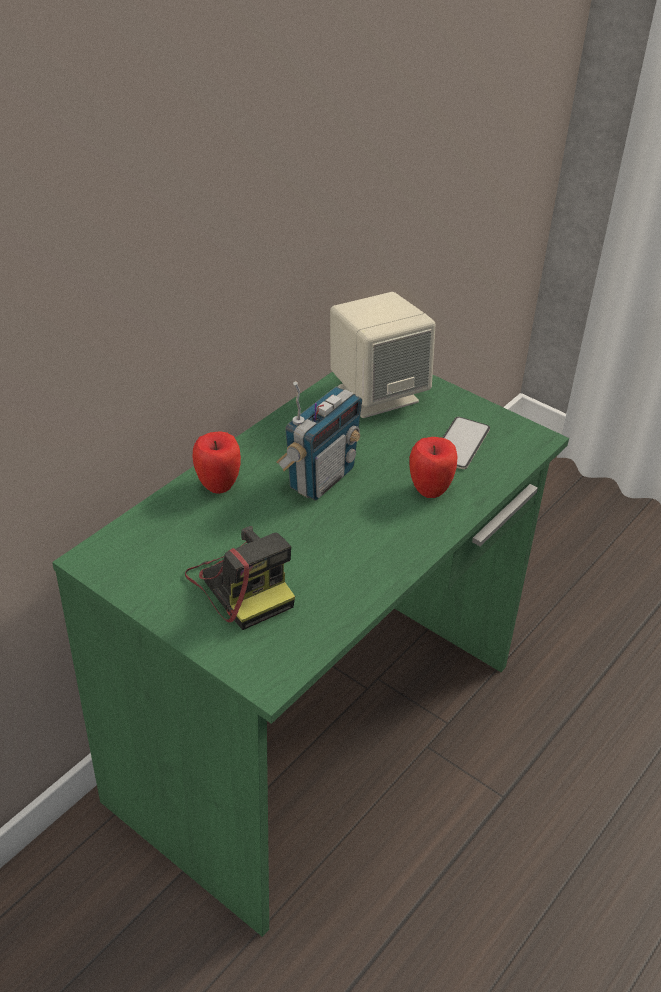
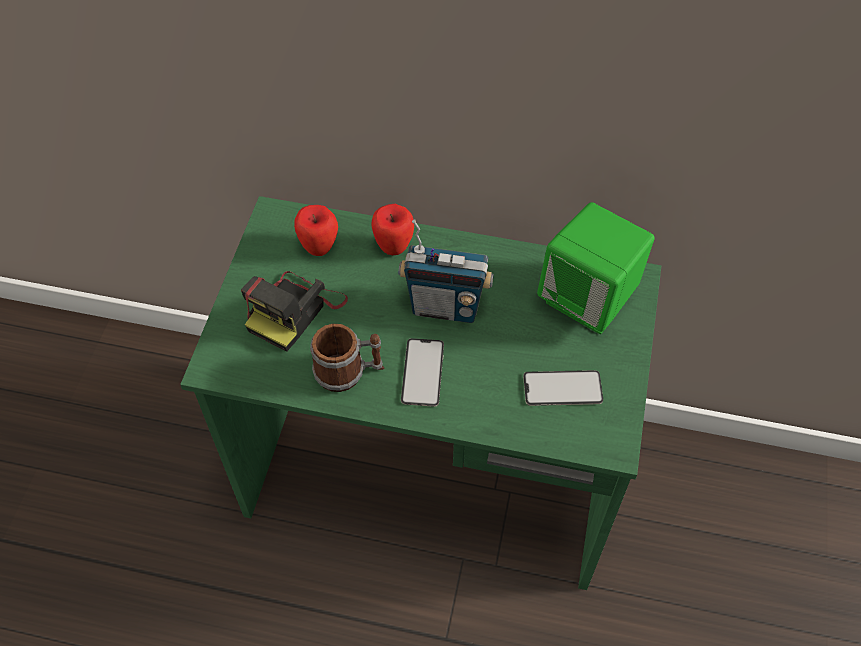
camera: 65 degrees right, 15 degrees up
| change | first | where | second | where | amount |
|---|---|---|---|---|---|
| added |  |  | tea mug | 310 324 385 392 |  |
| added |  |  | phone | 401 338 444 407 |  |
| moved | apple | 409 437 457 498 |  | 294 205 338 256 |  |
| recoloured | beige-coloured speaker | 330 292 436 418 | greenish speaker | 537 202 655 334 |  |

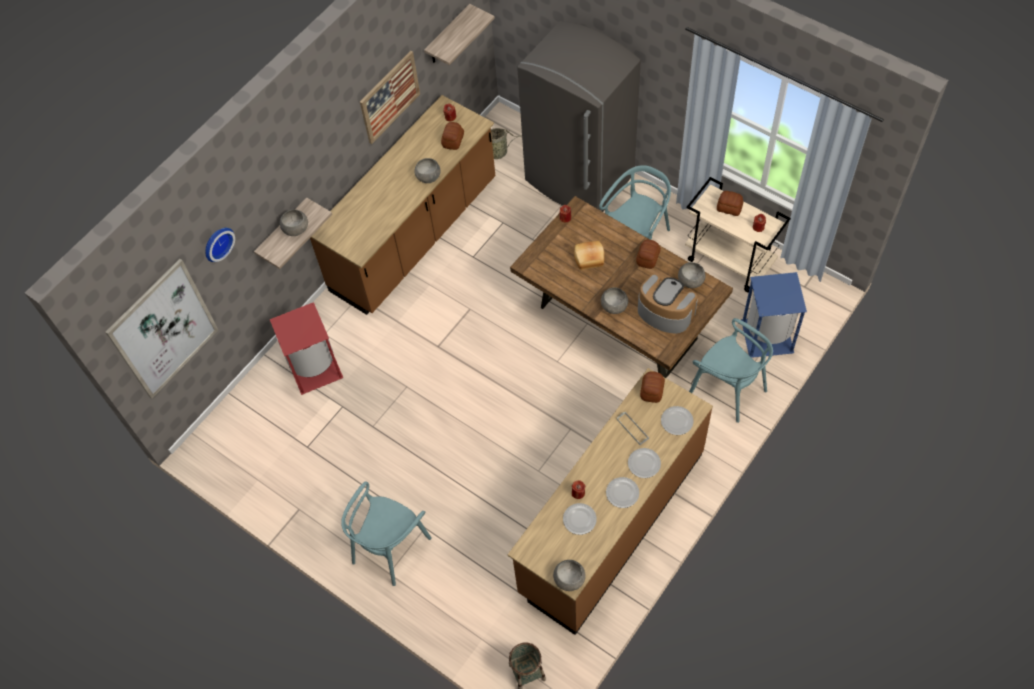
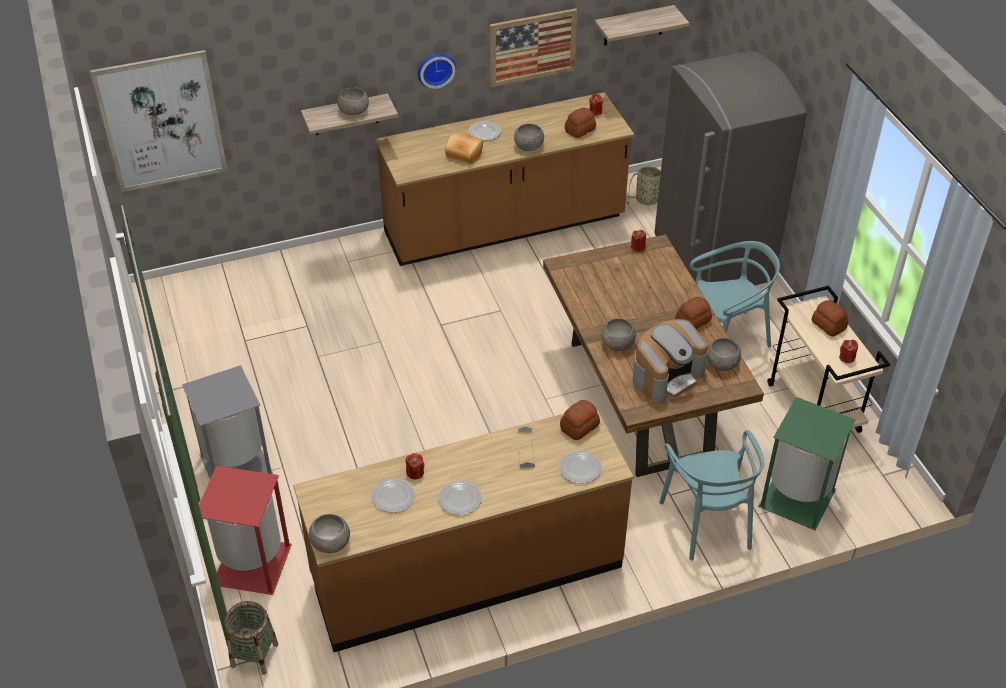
camera: 30 degrees right, 15 degrees down
| change | first | where | second | where | amount |
|---|---|---|---|---|---|
| moved | hanging clock | 206 228 235 262 |  | 418 53 456 89 |  |
| moved | reddish waste bin | 270 302 343 395 |  | 199 466 292 595 |  |
| moved | bread | 574 241 605 270 |  | 445 133 483 164 |  |
| moved | flat dish | 628 448 661 478 |  | 469 121 501 141 |  |
| replaced | blue-green plain chair | 341 481 432 586 | greyish waste bin | 182 365 273 479 |  |
| recoloured | bluish waste bin | 741 272 807 358 | greenish waste bin | 758 397 856 531 |  |
| turned | coffee maker | 638 274 698 334 |  | 632 319 708 403 | 75 degrees clockwise |

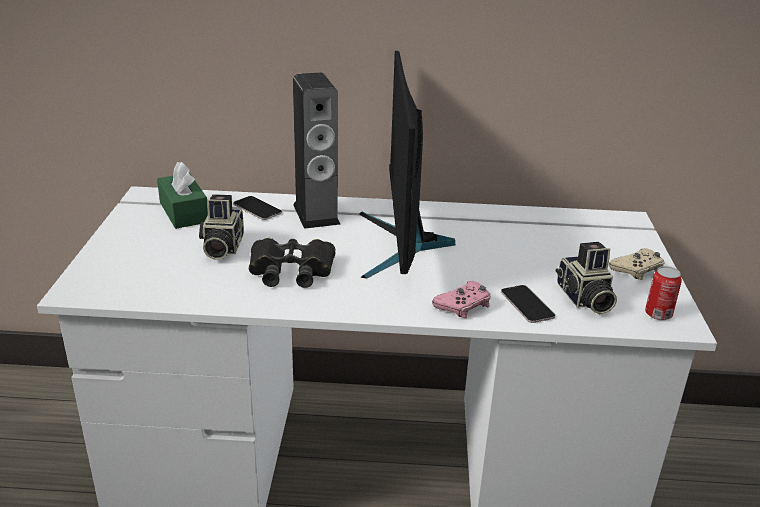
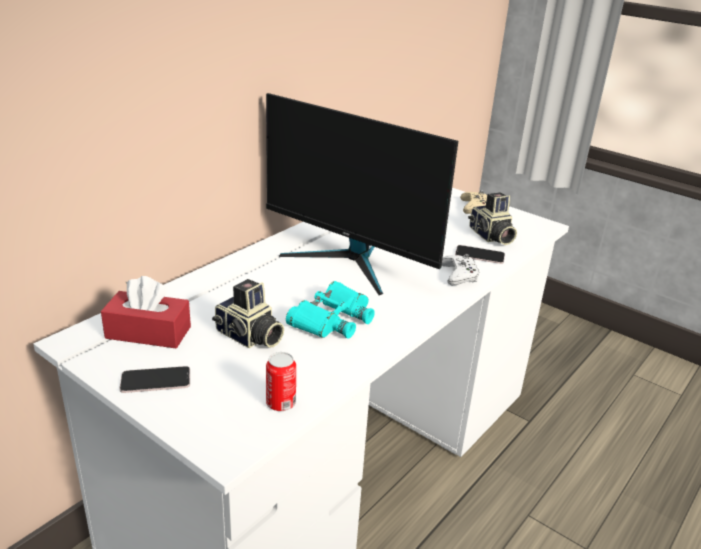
camera: 55 degrees left, 0 degrees up
| change | first | where | second | where | amount |
|---|---|---|---|---|---|
| removed | speaker | 293 73 341 229 |  |  |  |
| moved | phone | 233 196 282 220 |  | 120 366 190 393 |  |
| moved | metal can | 645 266 682 320 |  | 266 352 296 411 |  |
| recoloured | greenish tissue holder | 157 162 208 229 | reddish tissue holder | 101 276 191 348 |  |
| recoloured | black-coloured binoculars | 249 238 335 288 | blue-green binoculars | 286 281 375 339 |  |
| recoloured | pink game controller | 432 281 491 318 | white game controller | 442 254 479 285 |  |
| turned | photo camera | 555 242 617 314 |  | 468 192 517 245 | 45 degrees clockwise |

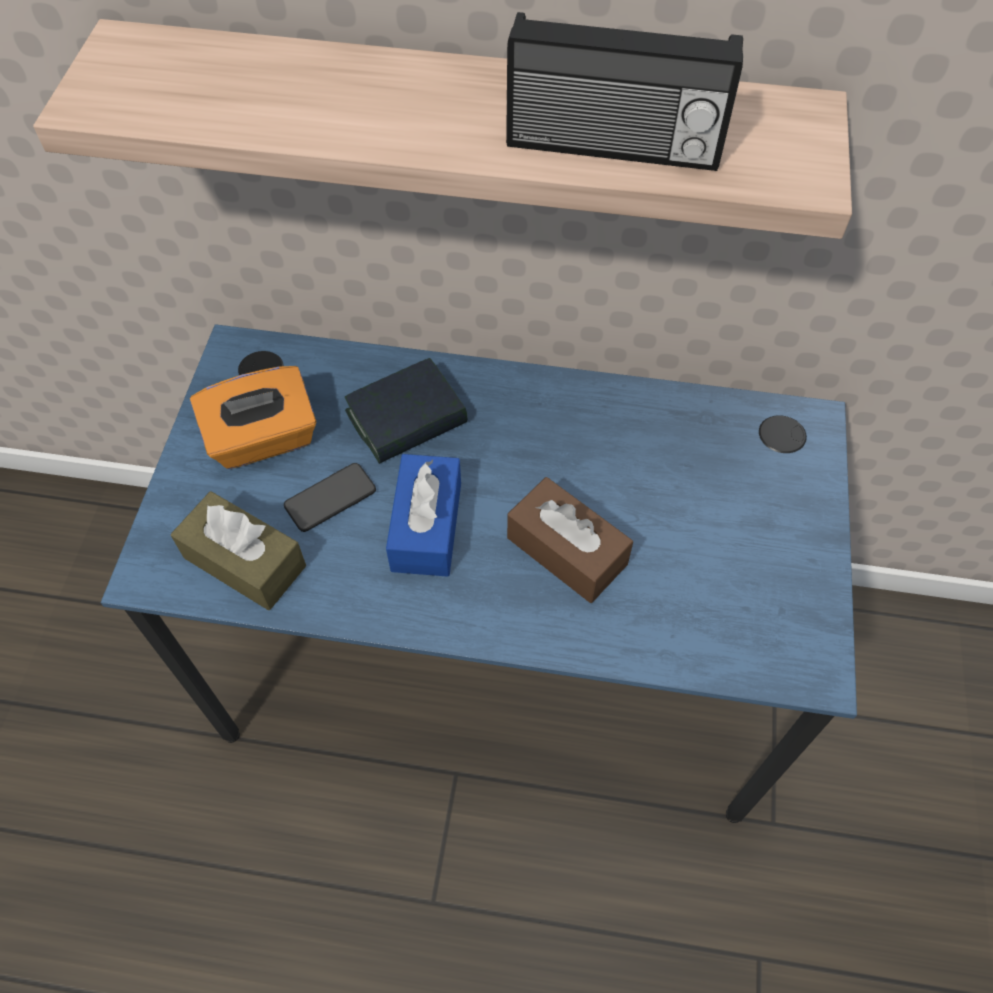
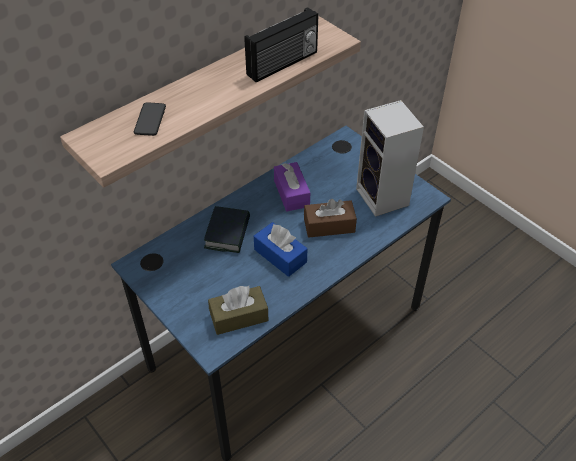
camera: 50 degrees left, 10 degrees down
| change | first | where | second | where | amount |
|---|---|---|---|---|---|
| removed | orangey tissue holder | 190 366 316 469 |  |  |  |
| added |  |  | purple tissue holder | 274 162 310 212 |  |
| added |  |  | speaker | 356 100 424 217 |  |
| moved | phone | 284 463 376 532 |  | 134 102 166 136 |  |

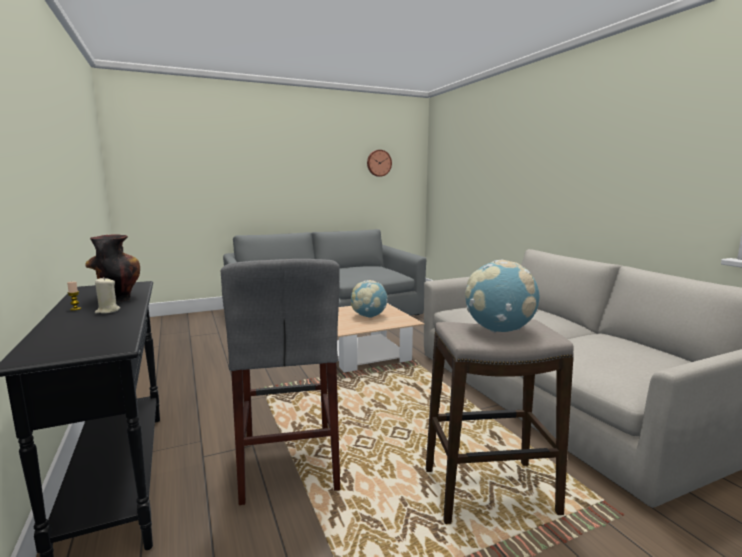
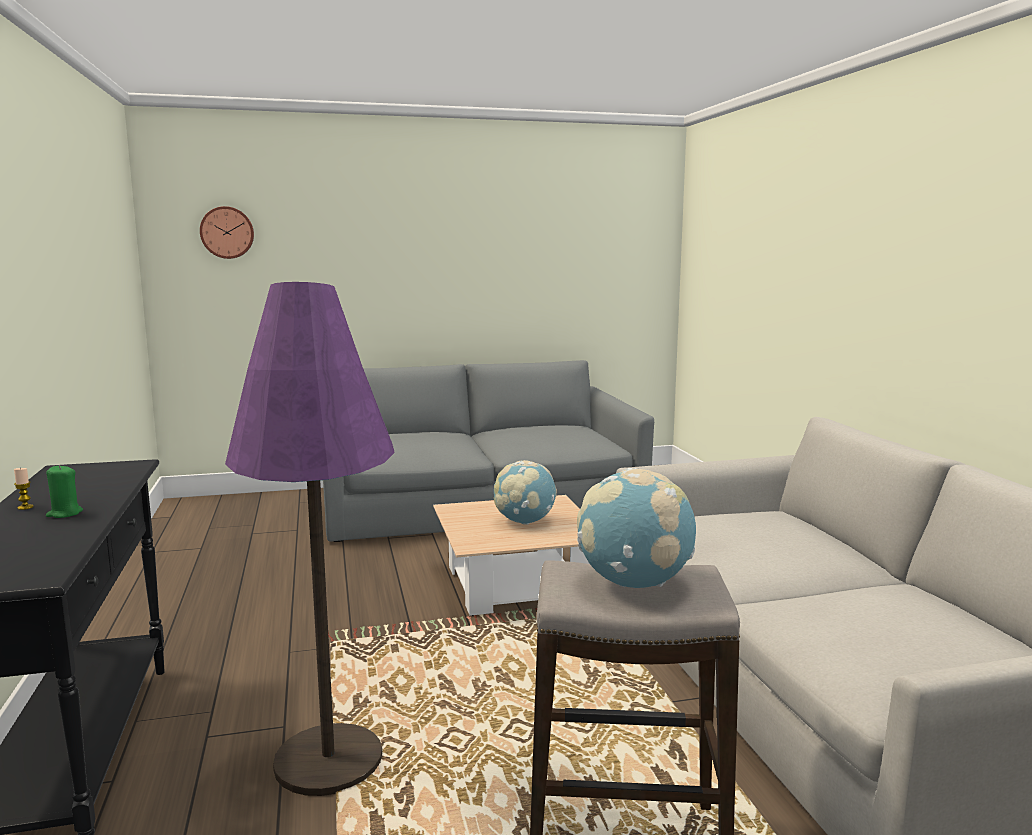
camera: 10 degrees right, 0 degrees up
| change | first | where | second | where | amount |
|---|---|---|---|---|---|
| removed | vase | 85 234 140 302 |  |  |  |
| moved | hanging clock | 367 150 392 177 |  | 200 206 254 259 |  |
| replaced | greyish stool seat | 221 259 340 505 | purple floor lamp | 225 282 395 796 |  |
| recoloured | beige-coloured candle | 95 277 120 314 | greenish candle | 46 465 83 518 |  |

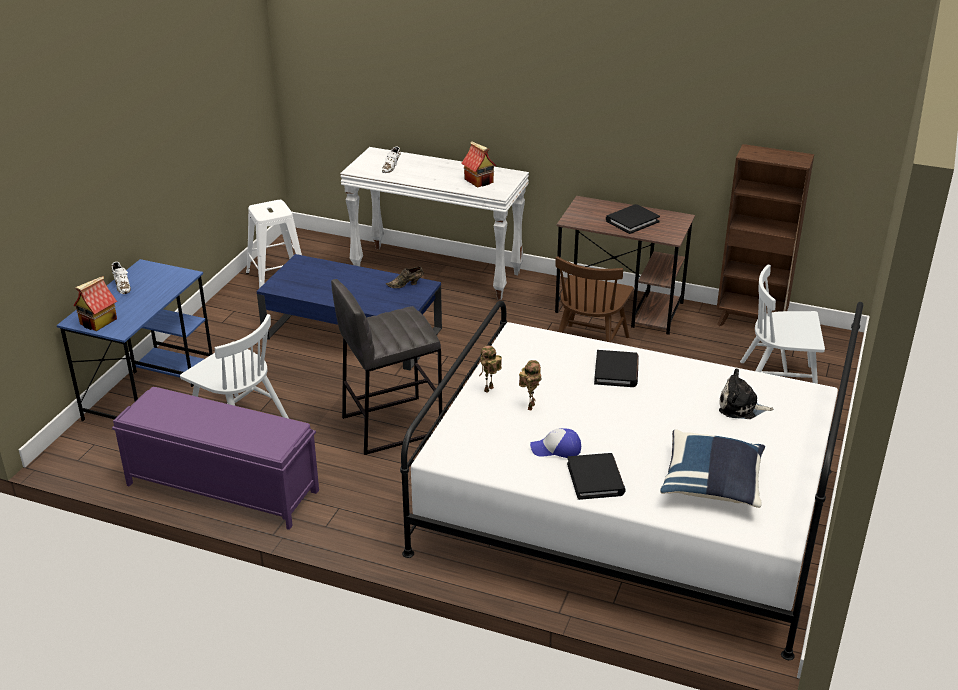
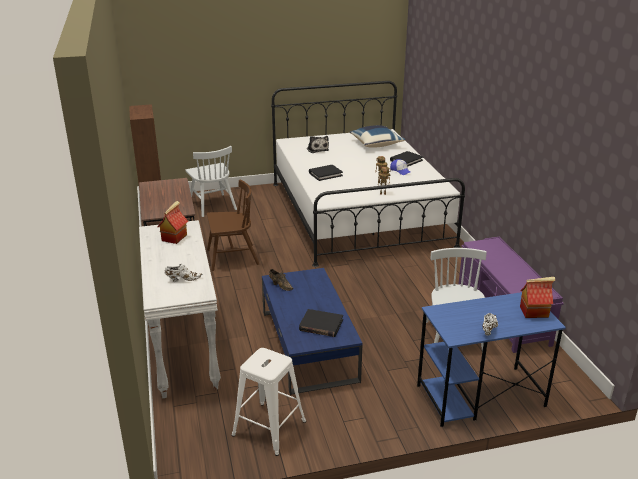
camera: 125 degrees left, 5 degrees down
| change | first | where | second | where | amount |
|---|---|---|---|---|---|
| removed | greyish stool seat | 331 279 443 455 |  |  |  |
| moved | black-coloured bound book | 606 204 660 234 |  | 299 309 343 337 |  |

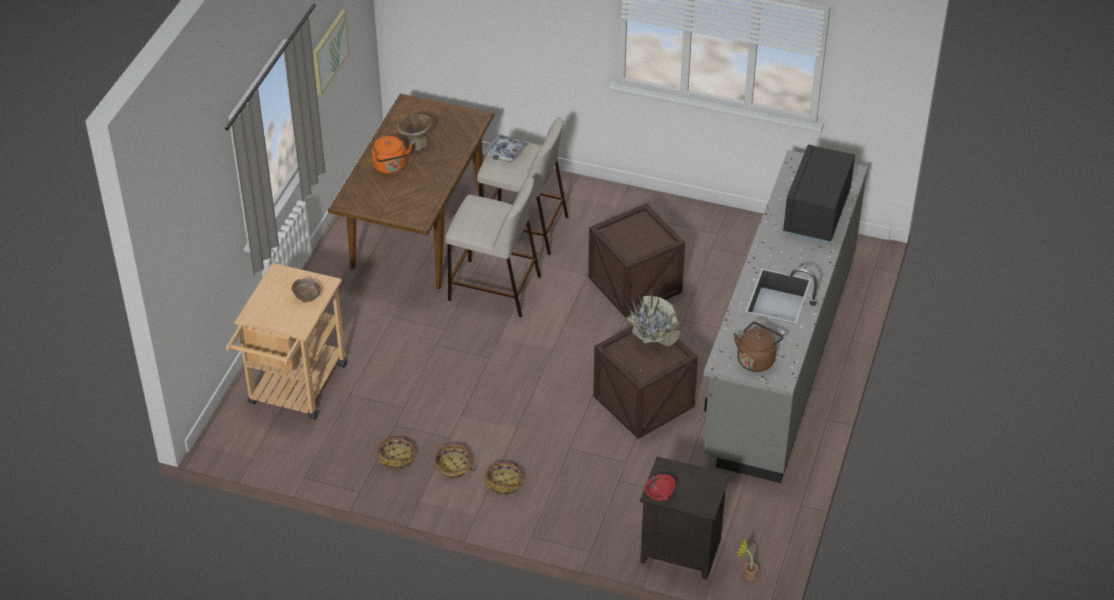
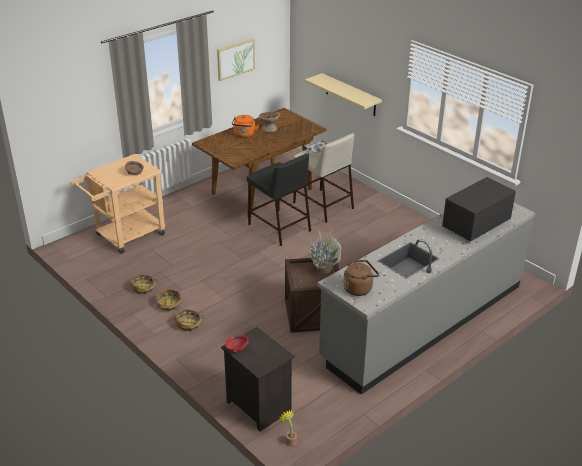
camera: 30 degrees right, 10 degrees down
| change | first | where | second | where | amount |
|---|---|---|---|---|---|
| removed | shipping crate | 588 203 685 318 |  |  |  |
| added |  |  | beige-coloured bracket shelf | 305 73 382 116 |  |
| recoloured | beige-coloured stool seat | 445 176 541 317 | black-coloured stool seat | 247 153 311 246 |  |

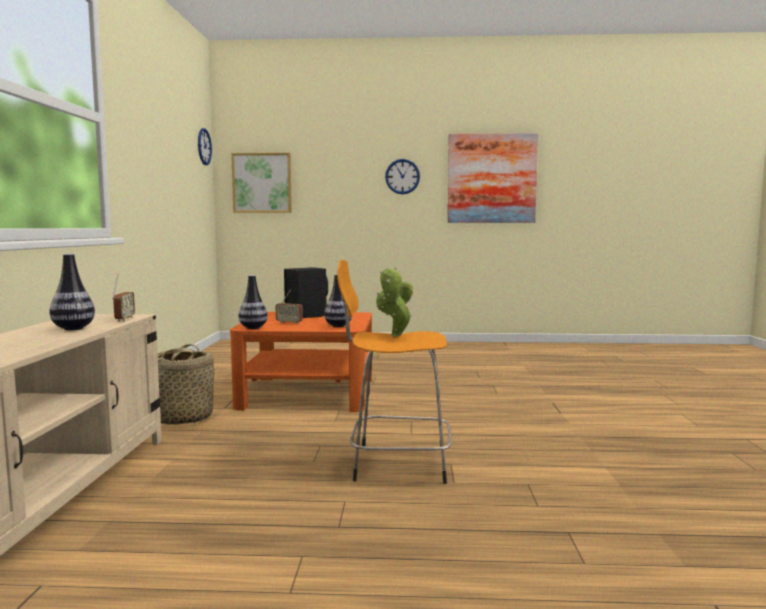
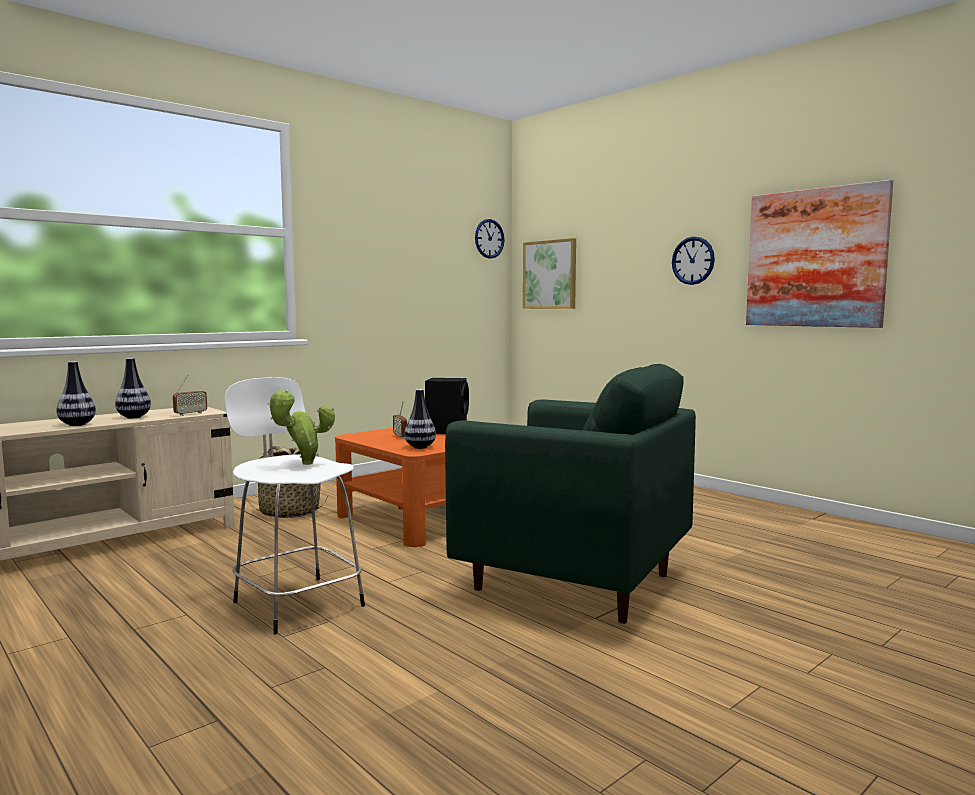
camera: 45 degrees right, 0 degrees up
| change | first | where | second | where | amount |
|---|---|---|---|---|---|
| added |  |  | greenish easy chair | 445 364 696 624 |  |
| moved | vase | 238 275 268 329 |  | 56 361 96 426 |  |
| recoloured | orangey stool seat | 337 260 452 484 | white stool seat | 225 377 365 634 |  |

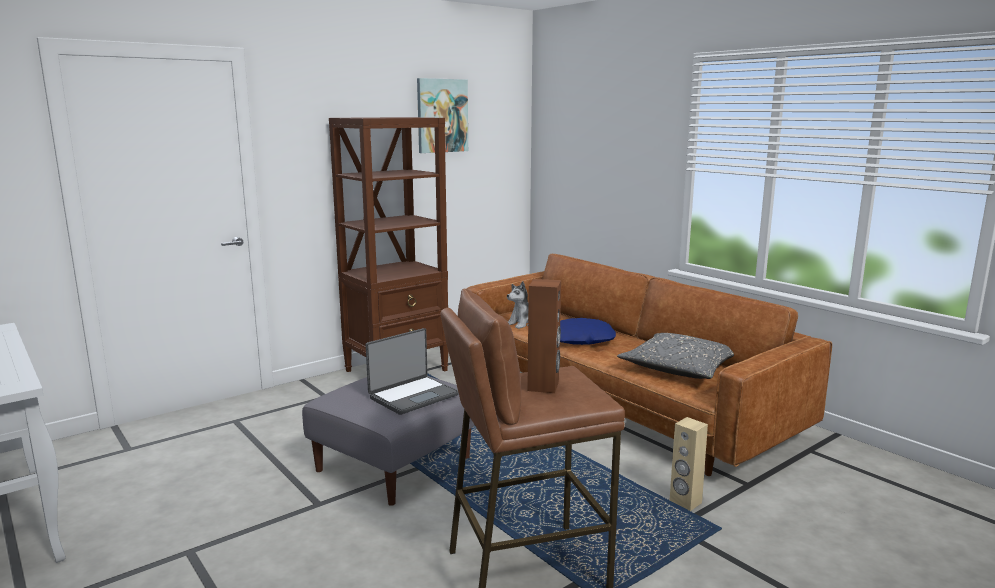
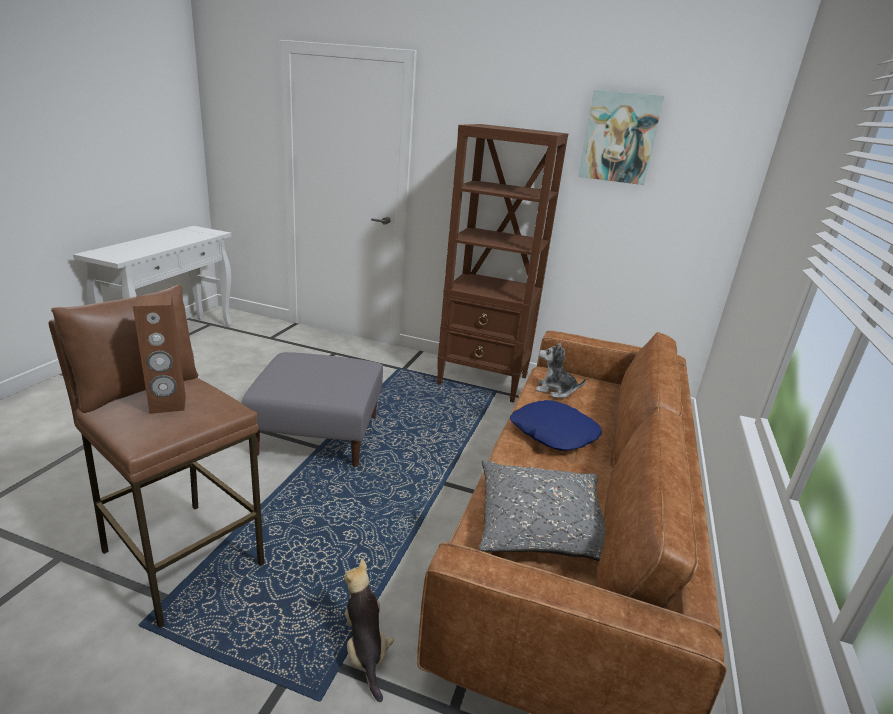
camera: 55 degrees right, 10 degrees up
| change | first | where | second | where | amount |
|---|---|---|---|---|---|
| removed | laptop | 366 328 459 415 |  |  |  |
| replaced | beige-coloured speaker | 670 417 708 511 | cuddly toy | 344 559 394 702 |  |

